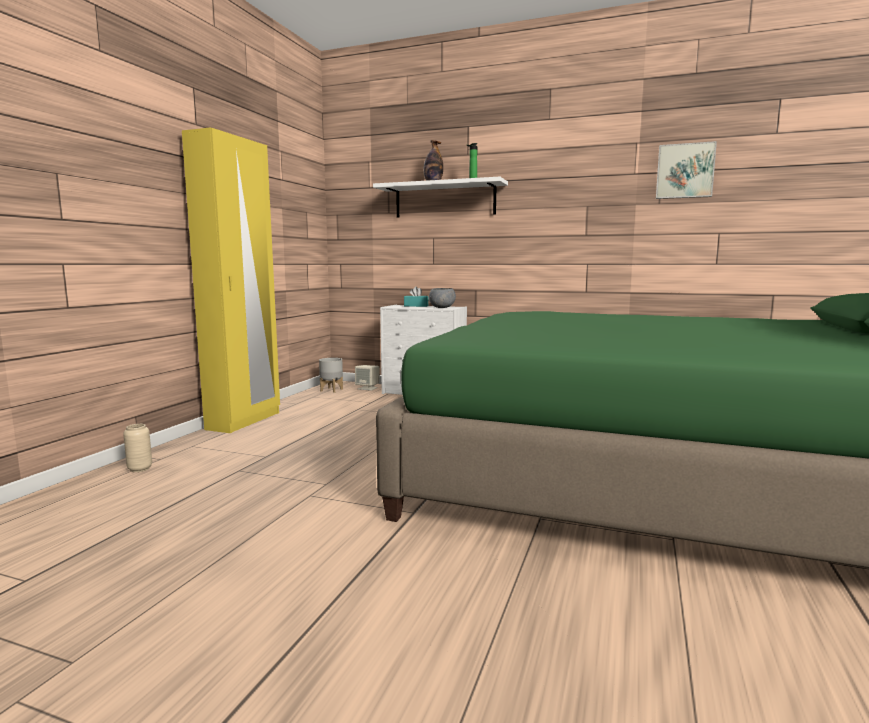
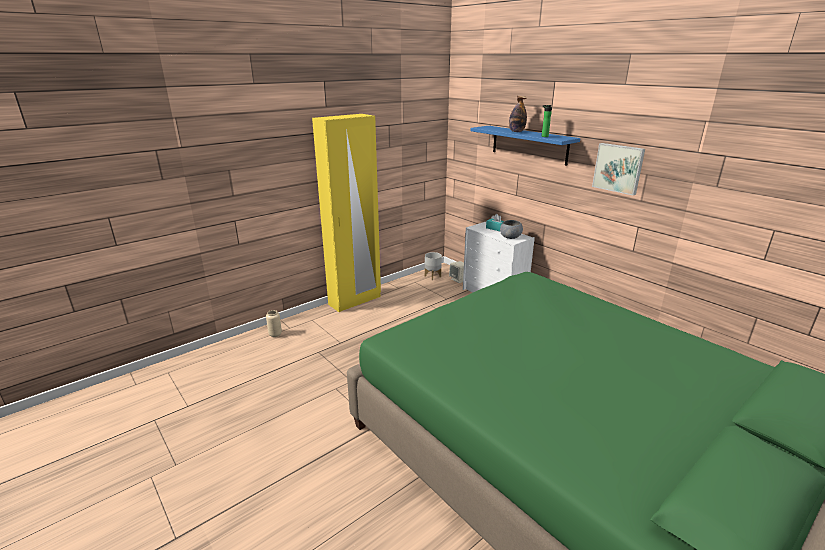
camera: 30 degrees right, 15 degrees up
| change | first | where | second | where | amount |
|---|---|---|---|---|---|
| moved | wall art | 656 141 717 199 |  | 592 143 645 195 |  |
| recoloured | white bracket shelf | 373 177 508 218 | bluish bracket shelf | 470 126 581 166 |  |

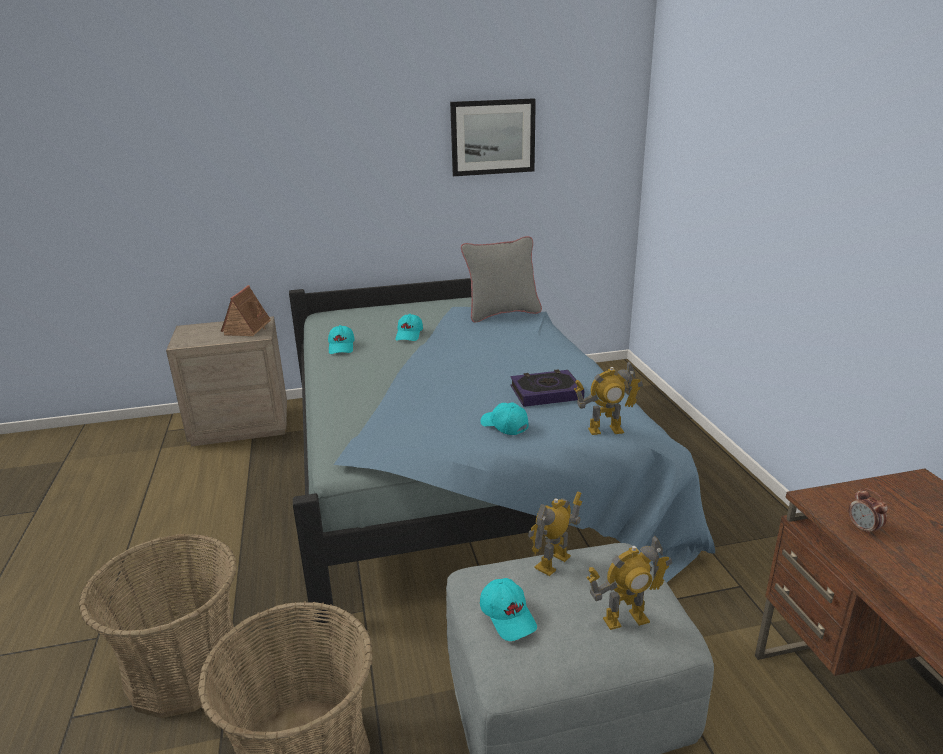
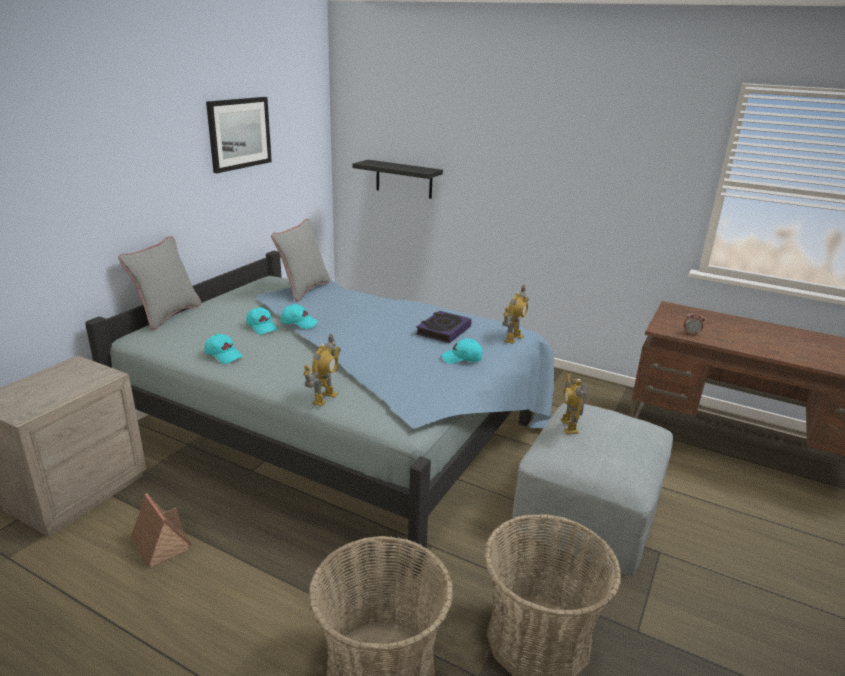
camera: 50 degrees left, 0 degrees up
| change | first | where | second | where | amount |
|---|---|---|---|---|---|
| added |  |  | greyish pillow | 118 236 201 330 |  |
| added |  |  | black-coloured bracket shelf | 352 160 443 199 |  |
| moved | miniature house | 221 285 271 336 |  | 130 493 192 567 |  |
| moved | blue-green cap | 480 578 537 641 |  | 281 304 318 329 |  |
| moved | toy robot | 586 535 672 630 |  | 303 334 341 406 |  |

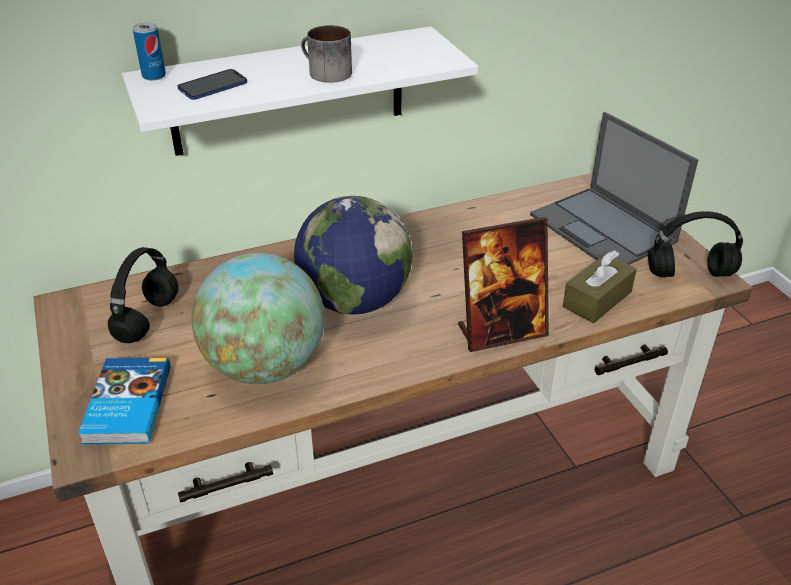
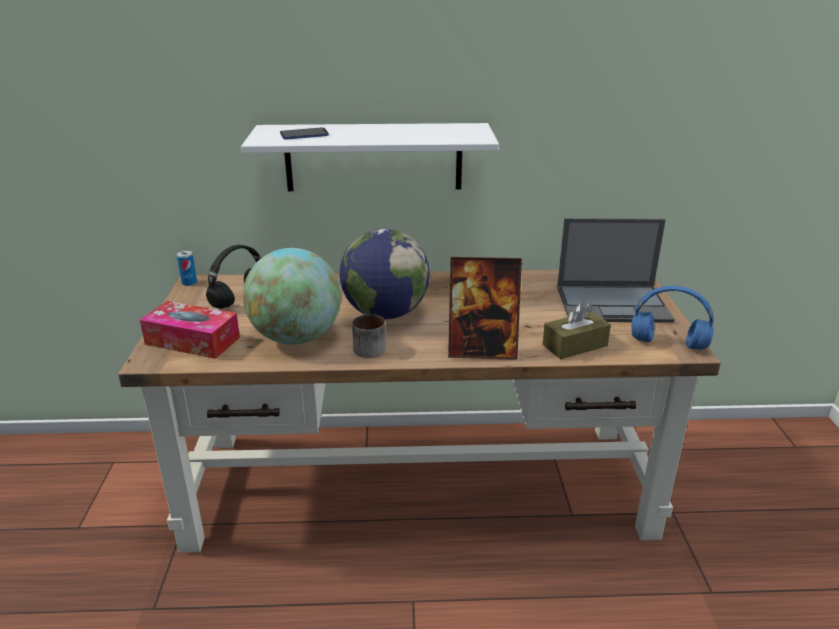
camera: 20 degrees right, 10 degrees down
| change | first | where | second | where | amount |
|---|---|---|---|---|---|
| moved | metal can | 133 22 166 80 |  | 177 251 197 286 |  |
| moved | tea mug | 301 25 352 83 |  | 352 314 386 358 |  |
| replaced | bound book | 78 358 171 445 | tissue holder | 140 301 240 359 |  |
| recoloured | black-coloured headset | 648 211 743 277 | bluish headset | 632 286 714 350 |  |
| turned | laptop | 530 112 698 265 |  | 557 218 675 323 | 75 degrees counterclockwise |

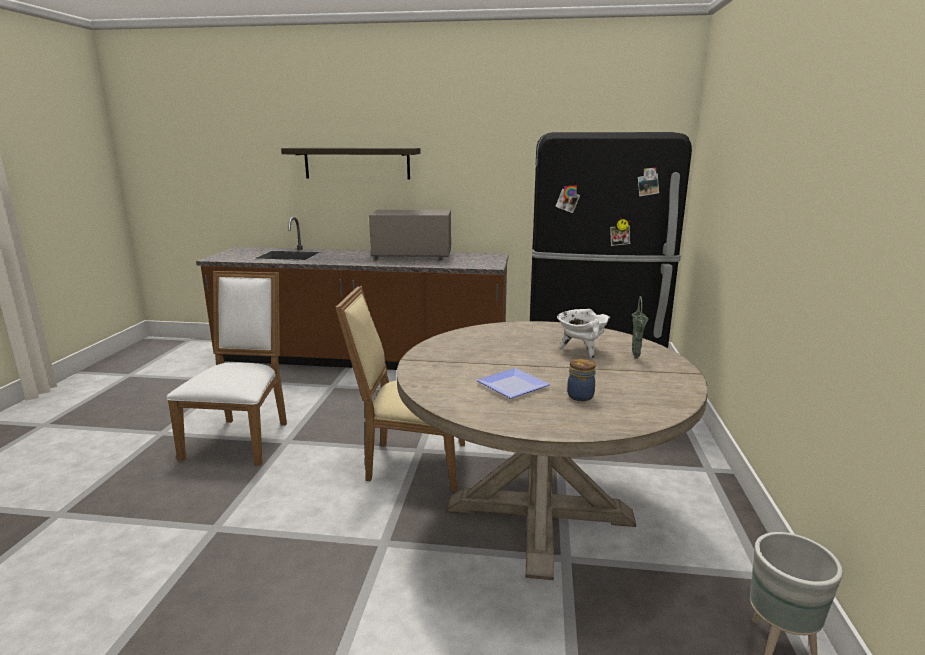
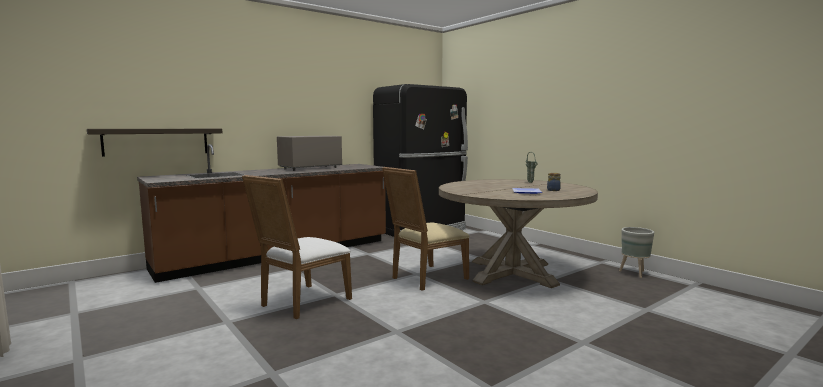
camera: 45 degrees left, 10 degrees down
| change | first | where | second | where | amount |
|---|---|---|---|---|---|
| removed | white saucepot | 557 309 610 359 |  |  |  |
| moved | bracket shelf | 281 148 421 179 |  | 87 129 223 157 |  |
| turned | white plain chair | 166 271 287 466 |  | 242 175 352 319 | 105 degrees counterclockwise |

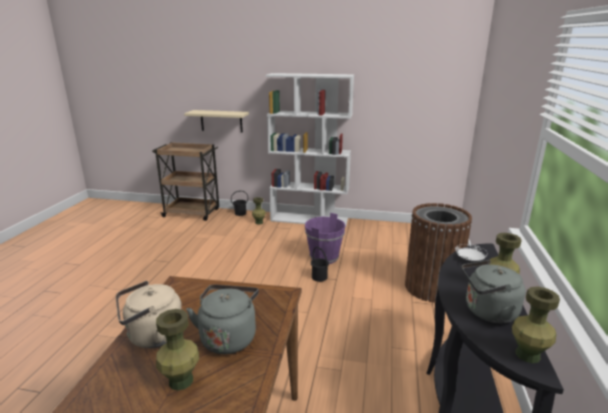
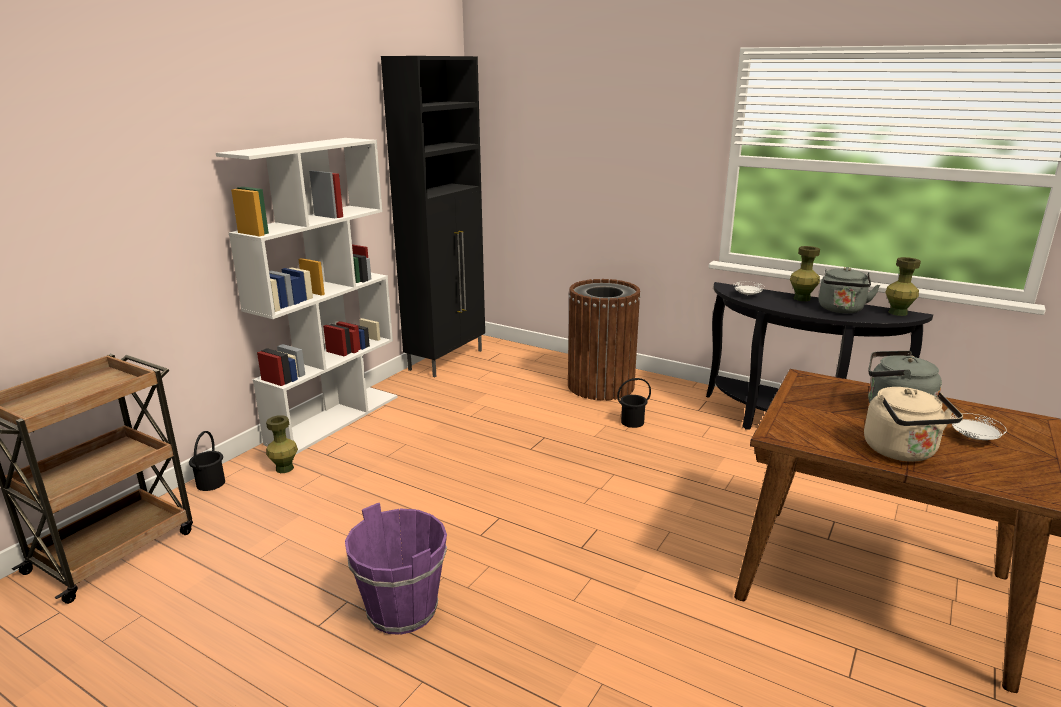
camera: 70 degrees left, 0 degrees up
| change | first | where | second | where | amount |
|---|---|---|---|---|---|
| removed | beige-coloured bracket shelf | 184 110 249 133 |  |  |  |
| added |  |  | black-coloured cupboard | 381 56 485 377 |  |
| moved | purple water bucket | 305 213 346 264 |  | 345 503 447 635 |  |
| moved | black-coloured water bucket | 311 247 329 282 |  | 617 378 651 428 |  |
| replaced | greenish vase | 156 309 199 390 | white flat dish | 950 413 1007 440 |  |

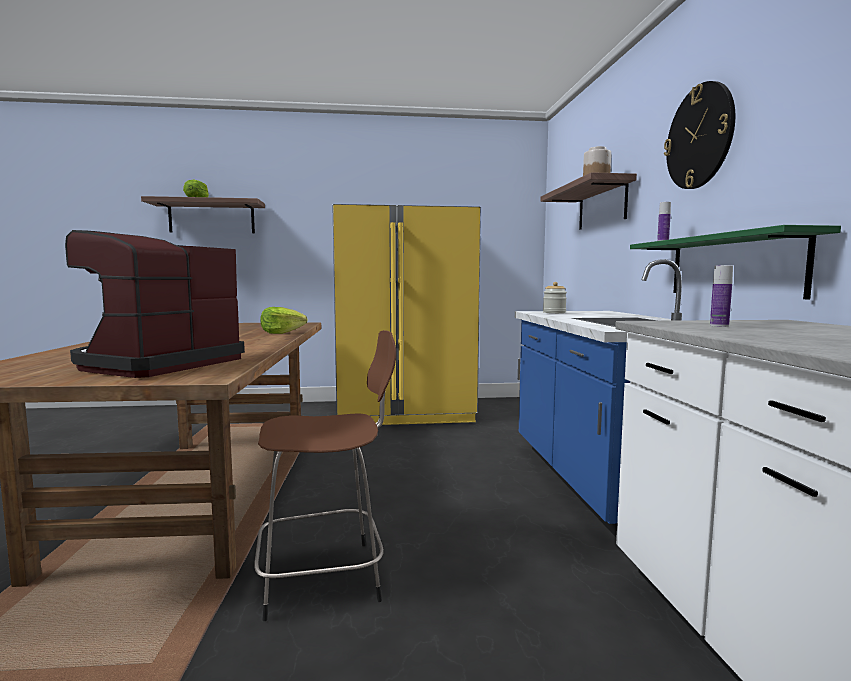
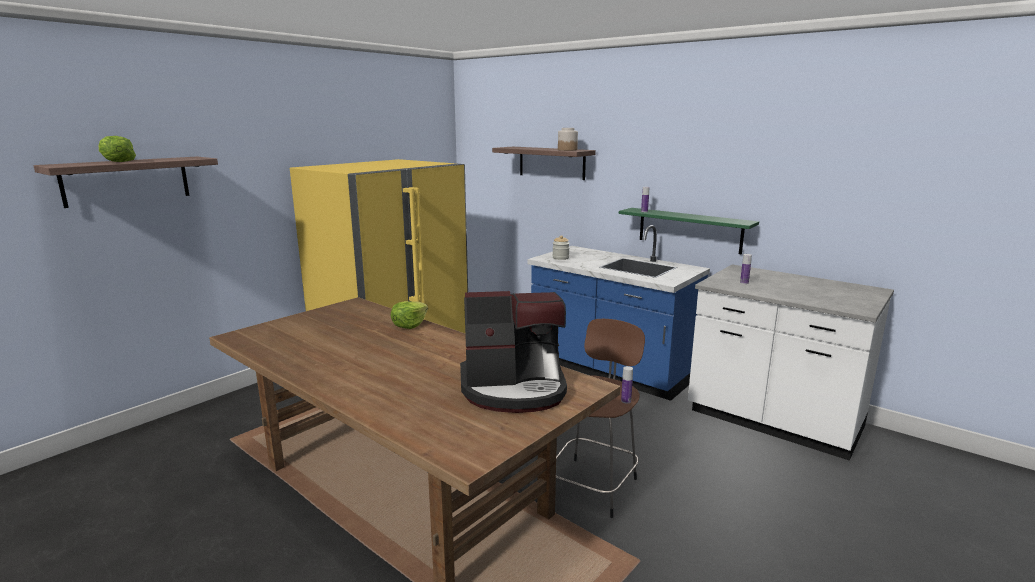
camera: 45 degrees left, 10 degrees up
| change | first | where | second | where | amount |
|---|---|---|---|---|---|
| removed | hanging clock | 664 81 735 189 |  |  |  |
| added |  |  | beverage bottle | 621 366 633 404 |  |
| turned | coffee maker | 65 230 245 378 |  | 460 291 567 413 | 75 degrees counterclockwise |

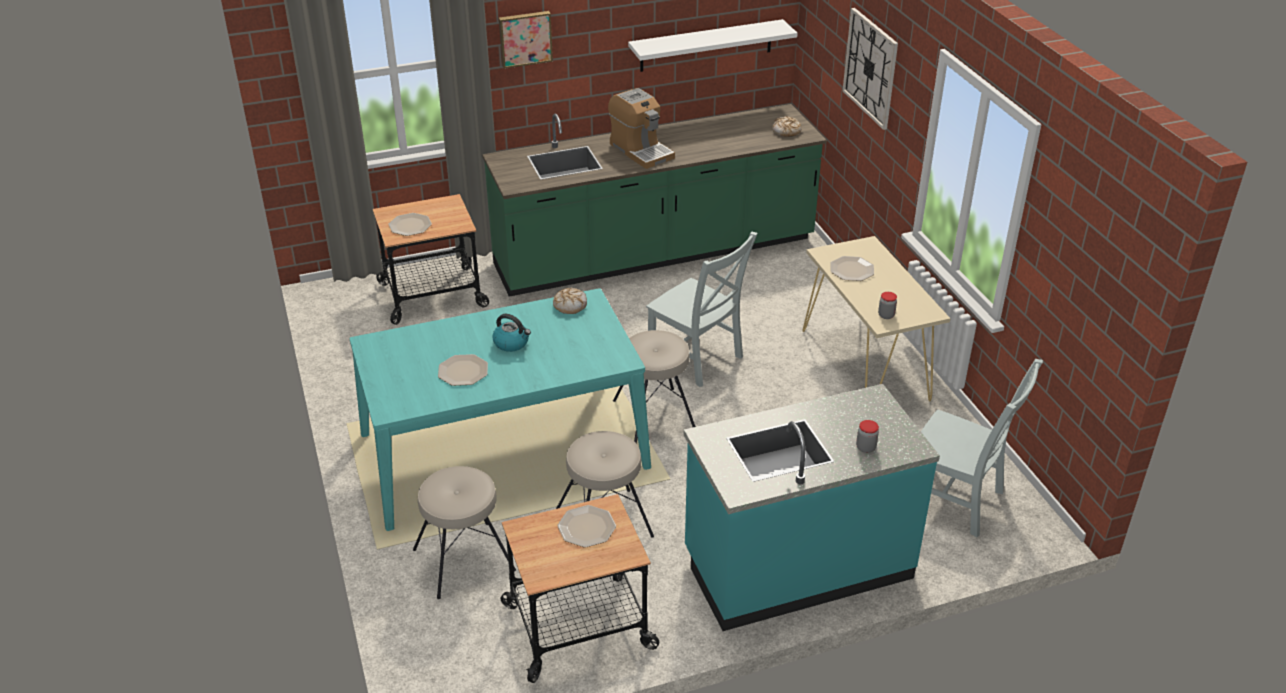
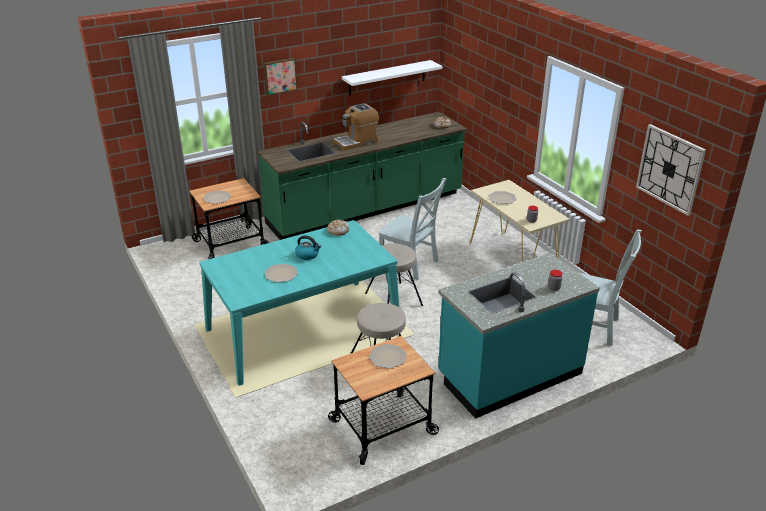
camera: 10 degrees left, 5 degrees down
| change | first | where | second | where | amount |
|---|---|---|---|---|---|
| removed | beige-coloured stool seat | 413 466 516 599 |  |  |  |
| moved | hanging clock | 843 8 898 130 |  | 636 124 706 216 |  |
| turned | coffee maker | 608 88 675 169 |  | 333 103 379 151 | 105 degrees clockwise |

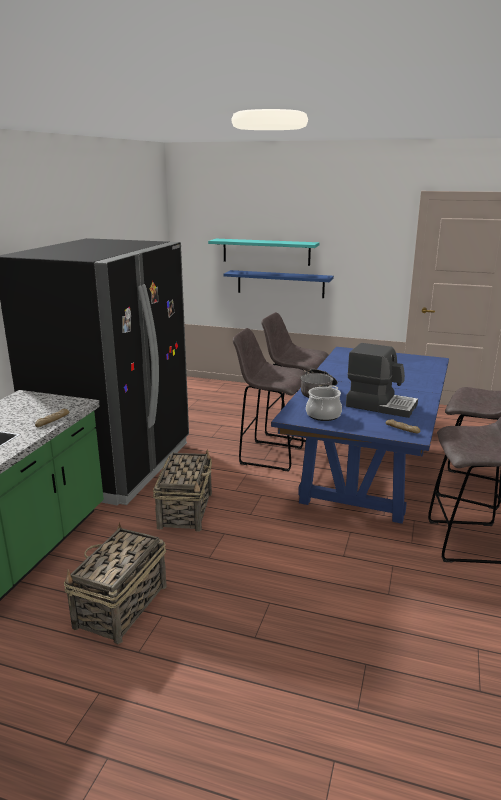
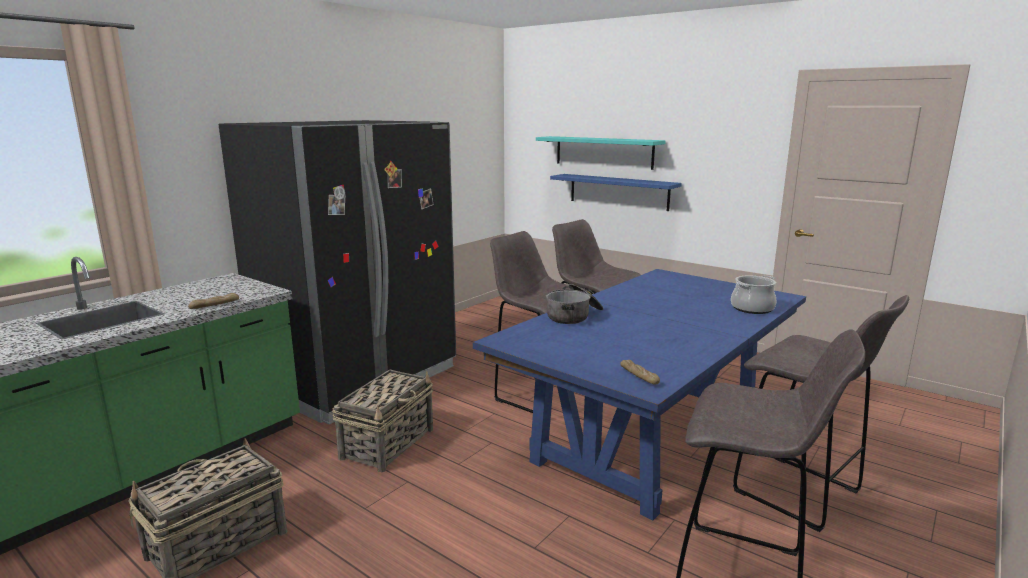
camera: 20 degrees right, 5 degrees down
| change | first | where | second | where | amount |
|---|---|---|---|---|---|
| removed | coffee maker | 346 343 418 418 |  |  |  |
| moved | saucepot | 306 385 342 421 |  | 731 275 777 314 |  |

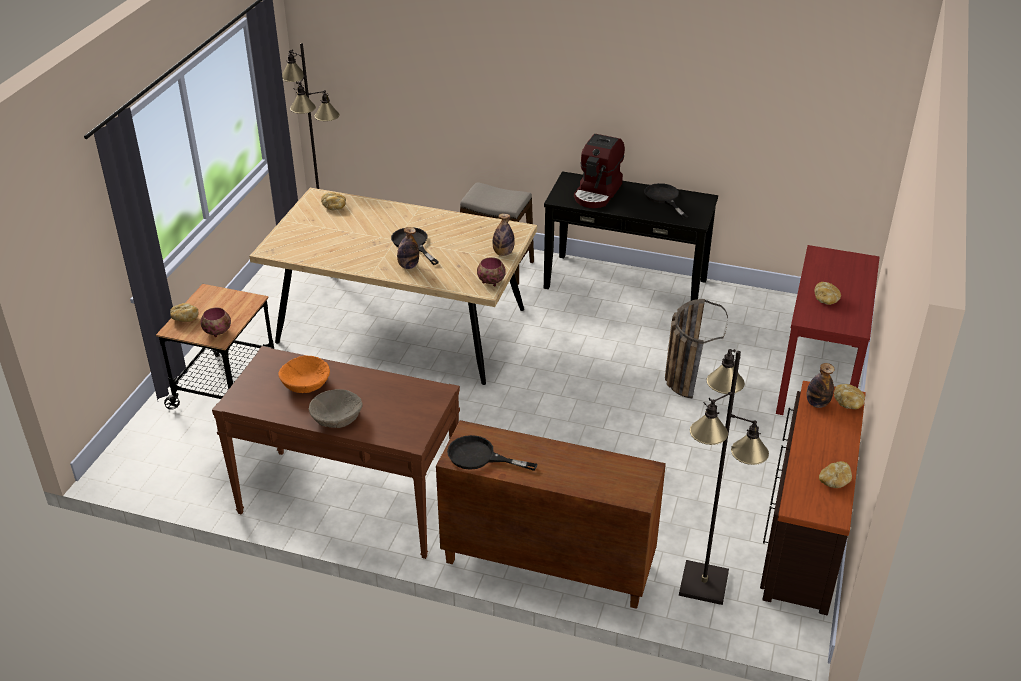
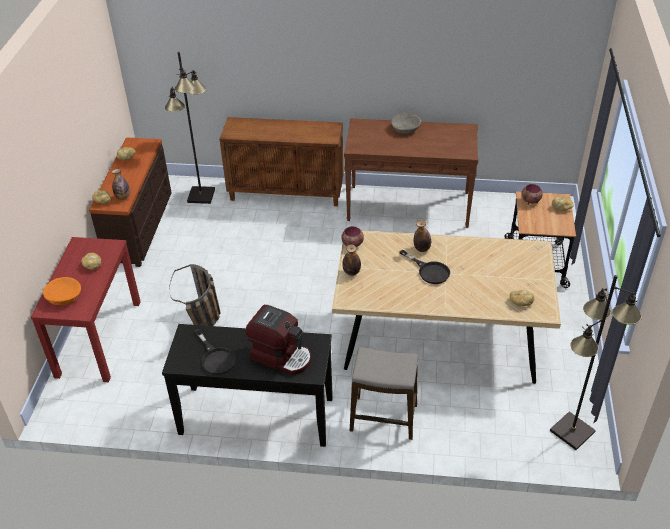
camera: 170 degrees right, 5 degrees up
| change | first | where | second | where | amount |
|---|---|---|---|---|---|
| removed | black-coloured frying pan | 447 435 537 471 |  |  |  |
| moved | orangey serving bowl | 278 355 330 393 |  | 43 277 81 305 |  |
| turned | coffee maker | 574 134 625 208 |  | 246 305 311 375 | 105 degrees clockwise |

